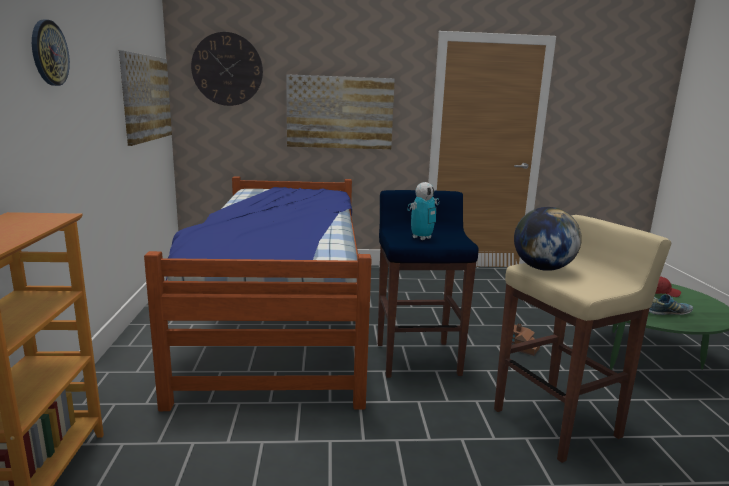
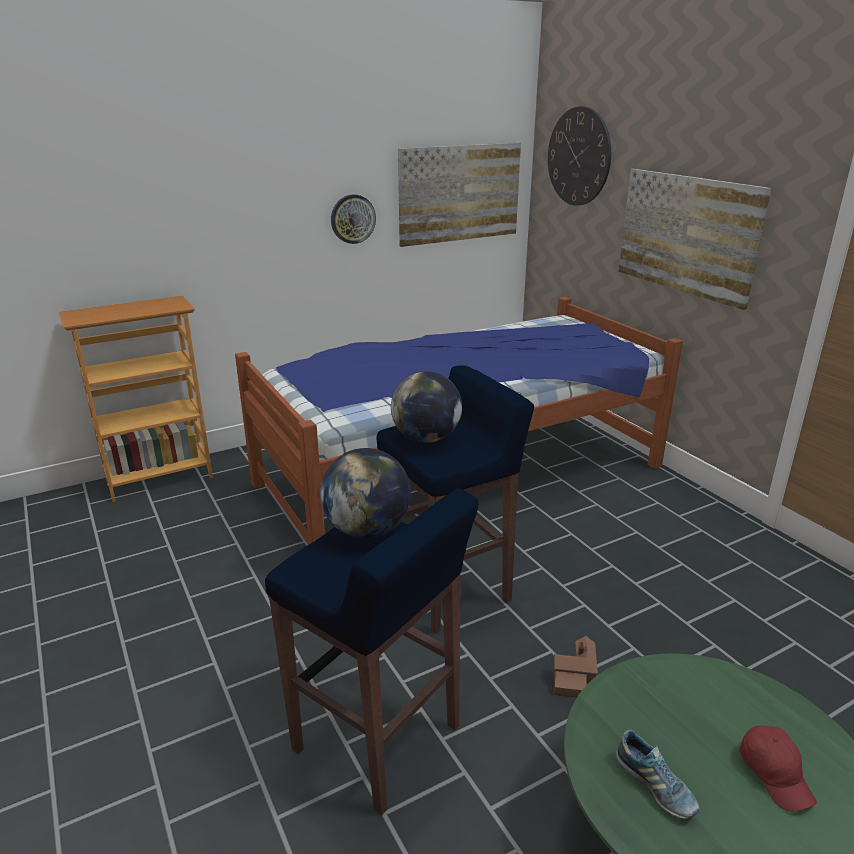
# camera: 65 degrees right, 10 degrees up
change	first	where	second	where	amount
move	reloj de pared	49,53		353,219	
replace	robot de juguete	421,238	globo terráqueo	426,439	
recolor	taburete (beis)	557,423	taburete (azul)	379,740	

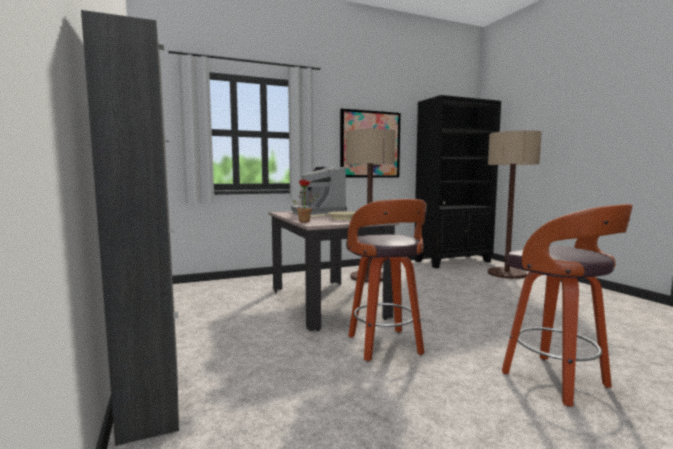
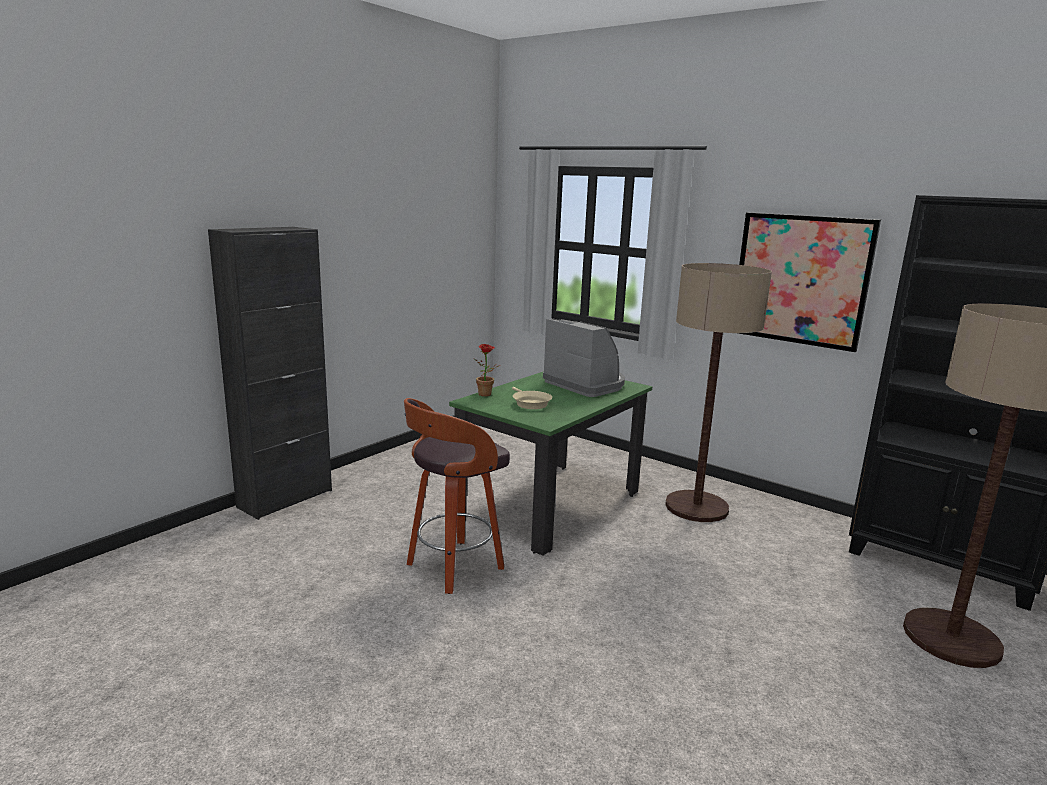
# camera: 60 degrees right, 10 degrees up
change	first	where	second	where	amount
delete	taburete	557,381			
recolor	mesa de comedor (beis)	326,302	mesa de comedor (verde)	550,505	
rotate	cafetera	317,212		585,384	105 degrees clockwise

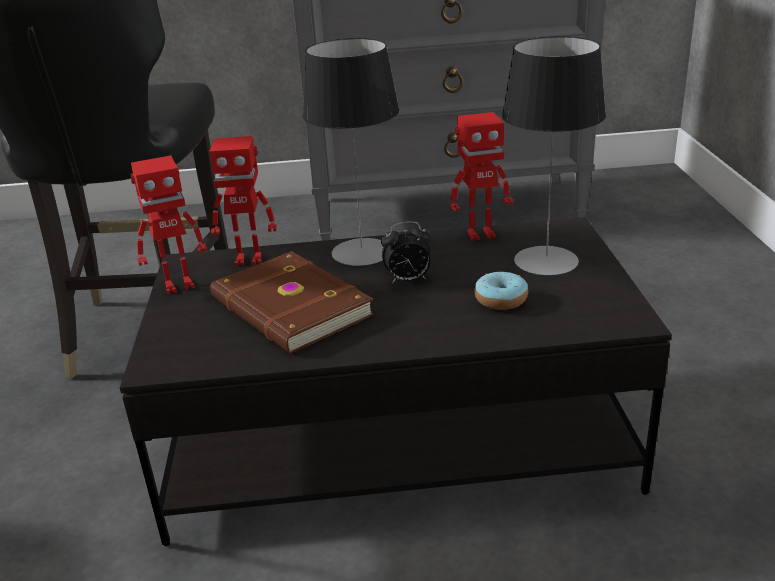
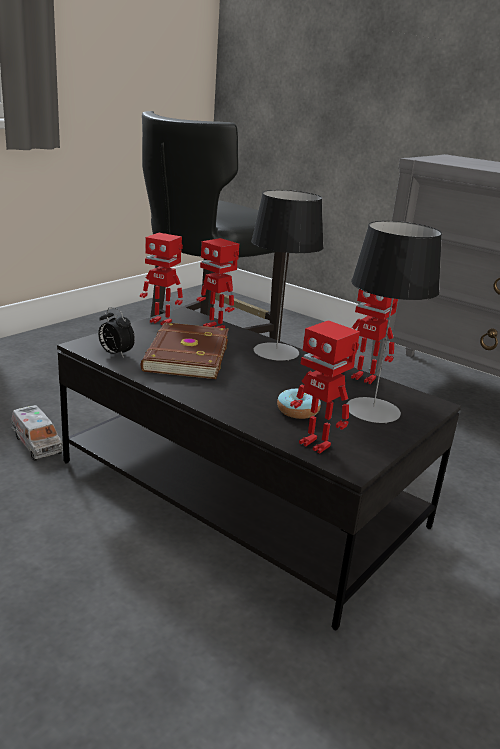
# camera: 40 degrees right, 5 degrees down
change	first	where	second	where	amount
insert			camión de juguete	37,443	
insert			robot de juguete	316,444	
move	despertador	407,280		115,354	

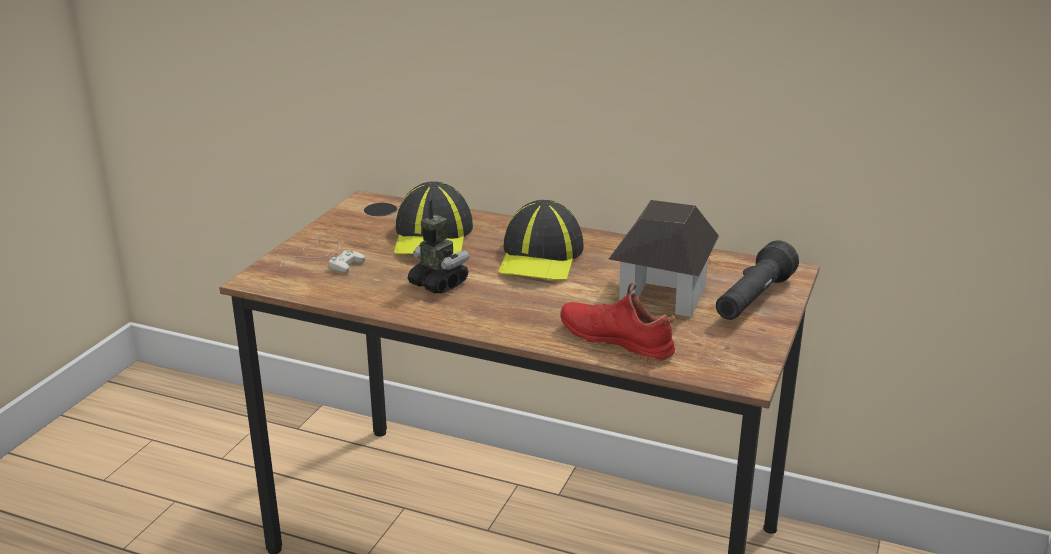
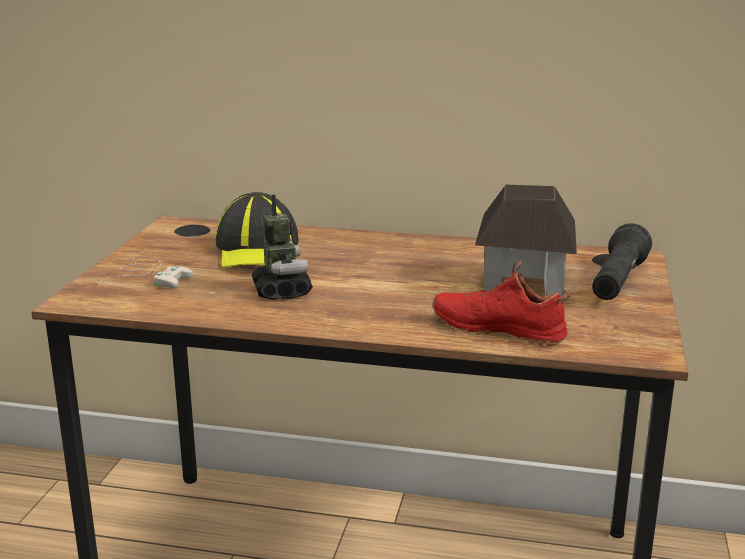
# camera: 10 degrees left, 5 degrees down
change	first	where	second	where	amount
delete	gorra	540,257			
rotate	robot de juguete	438,284		282,291	45 degrees clockwise

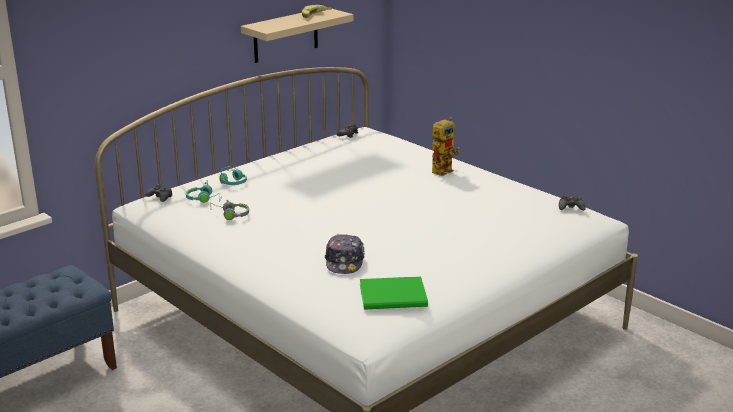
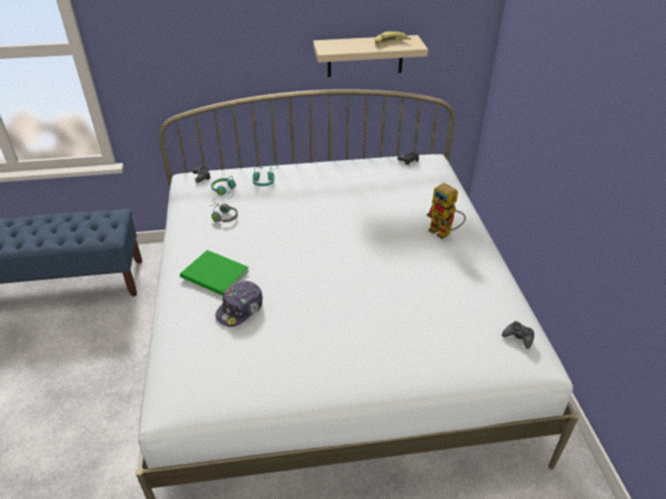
# camera: 35 degrees right, 15 degrees up
change	first	where	second	where	amount
move	libro (verde)	395,296		215,275	
rotate	robot de juguete	443,169		444,233	60 degrees clockwise

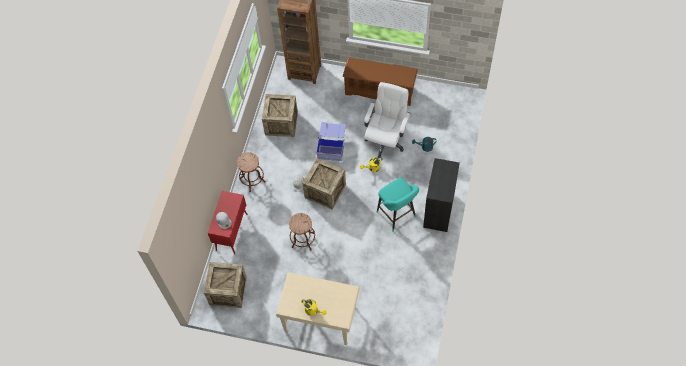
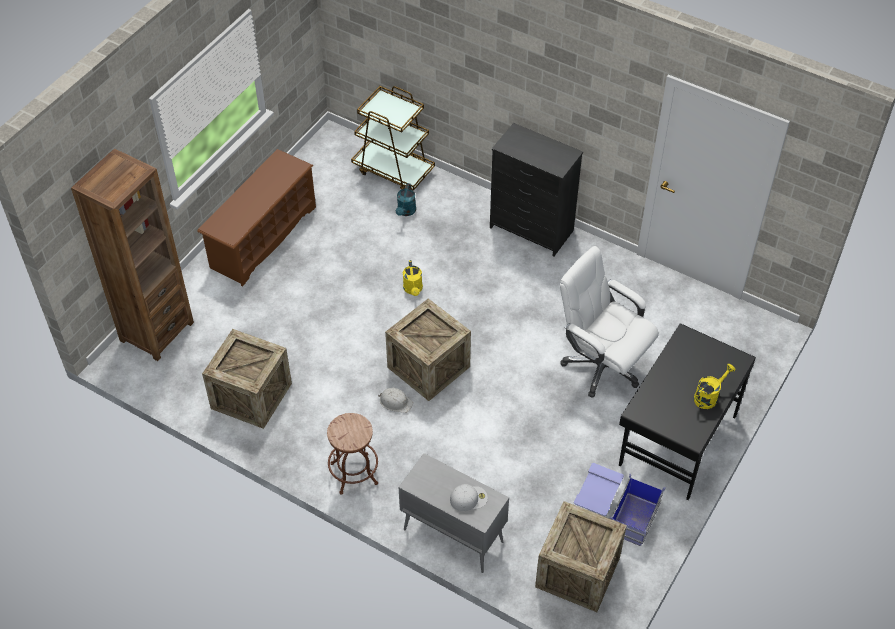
# camera: 75 degrees left, 10 degrees down
change	first	where	second	where	amount
delete	taburete (marrón)	303,240			
delete	taburete (turquesa)	397,216			
insert			carrito (marrón)	393,170	
move	caja de almacenaje (azul)	332,145		615,512	
move	silla de oficina (blanco)	386,139		601,365	
recolor	armario (rojo)	232,231	armario (gris)	452,535	
recolor	escritorio (beis)	320,318	escritorio (negro)	676,440	

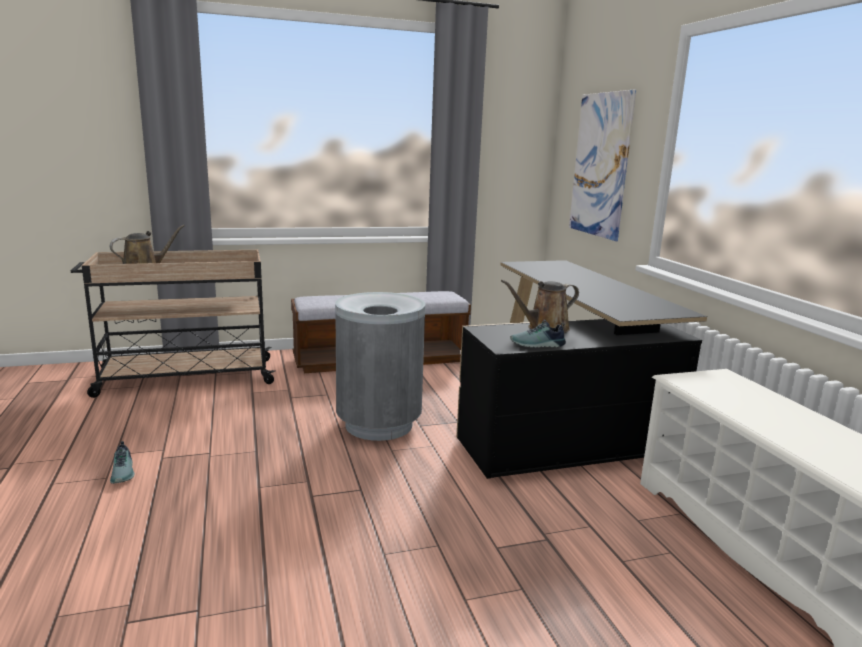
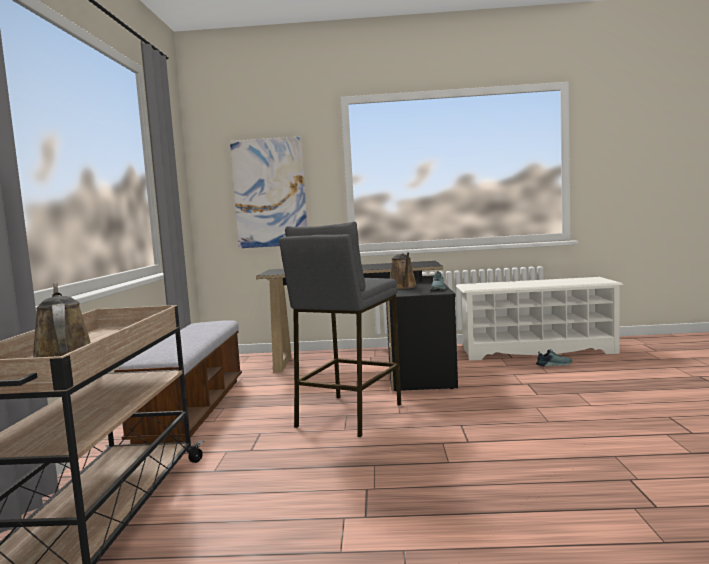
# camera: 70 degrees left, 10 degrees down
change	first	where	second	where	amount
move	zapato	124,472		553,364	
replace	papelera (gris)	378,424	taburete (gris)	348,415	

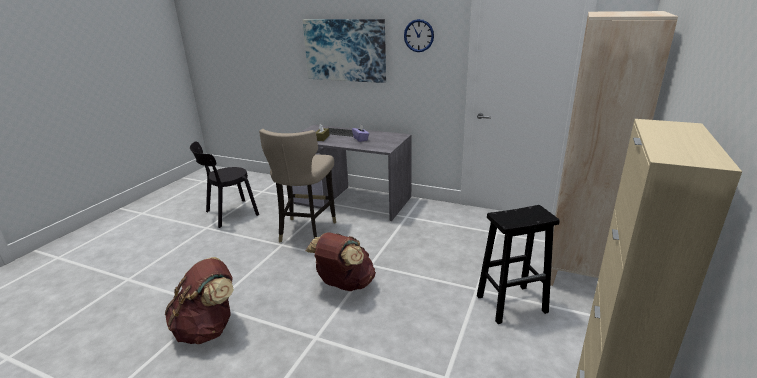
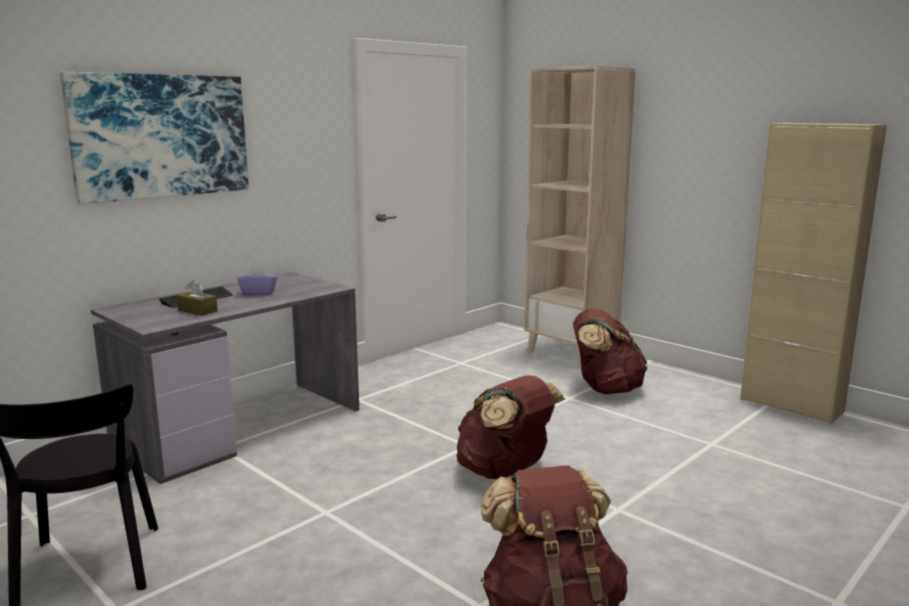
# camera: 70 degrees left, 10 degrees down
change	first	where	second	where	amount
delete	taburete (beis)	306,231			
delete	reloj de pared	419,35			
replace	taburete (negro)	512,303	mochila (marrón)	605,389	

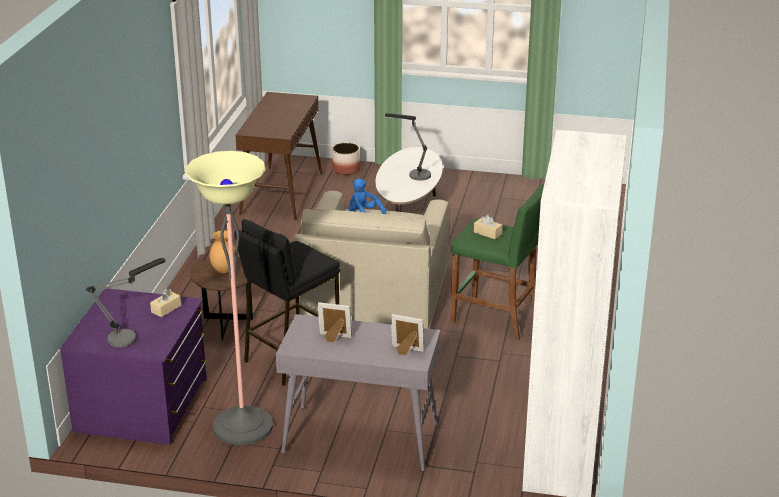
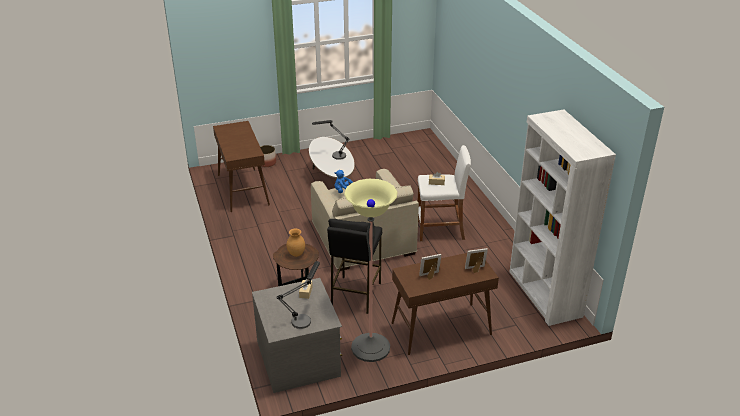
# camera: 30 degrees left, 5 degrees up
change	first	where	second	where	amount
recolor	cómoda (morado)	143,406	cómoda (gris)	299,358	
recolor	mesa consola (gris)	359,438	mesa consola (marrón)	440,329	
recolor	taburete (verde)	495,318	taburete (blanco)	440,230	

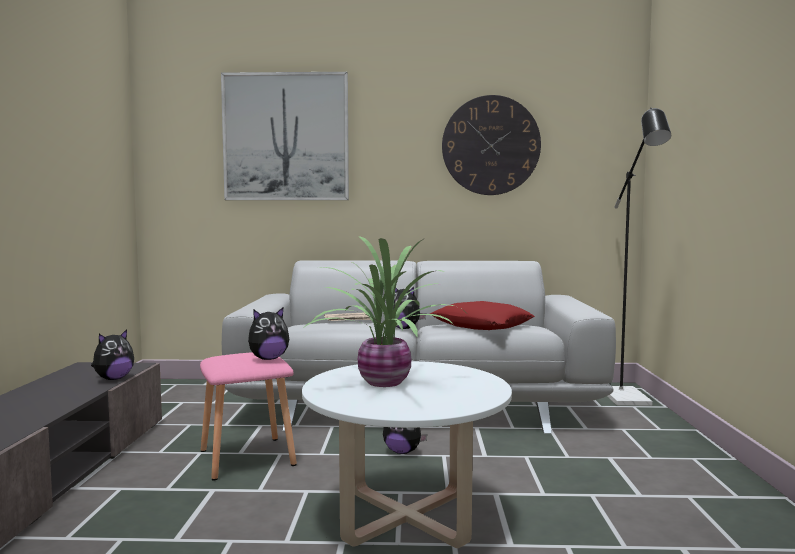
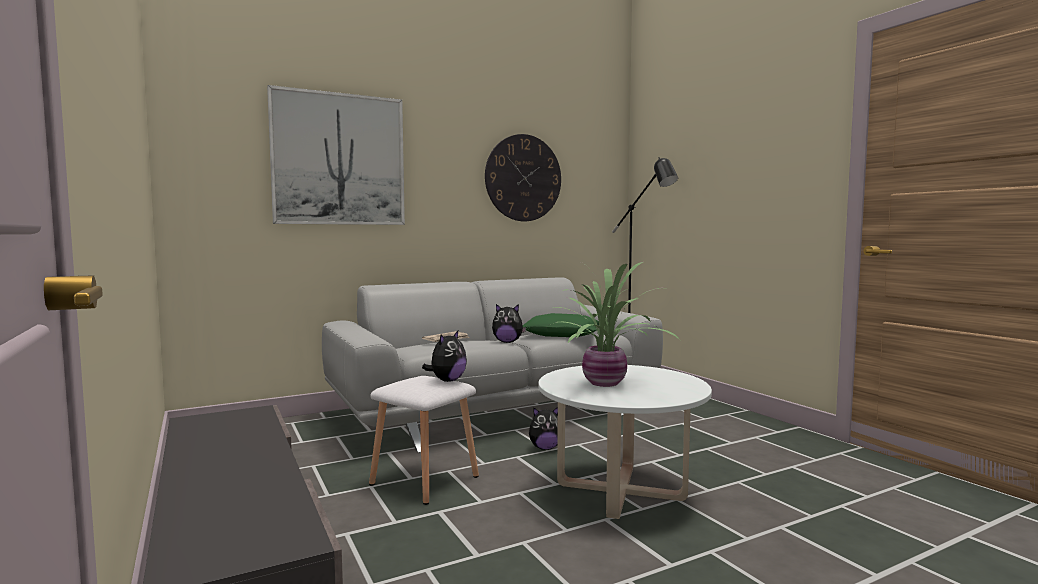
# camera: 30 degrees left, 0 degrees up
change	first	where	second	where	amount
delete	peluche	113,379			
recolor	taburete (rosa)	248,457	taburete (blanco)	425,479	
recolor	cojín (rojo)	481,325	cojín (verde)	561,333	

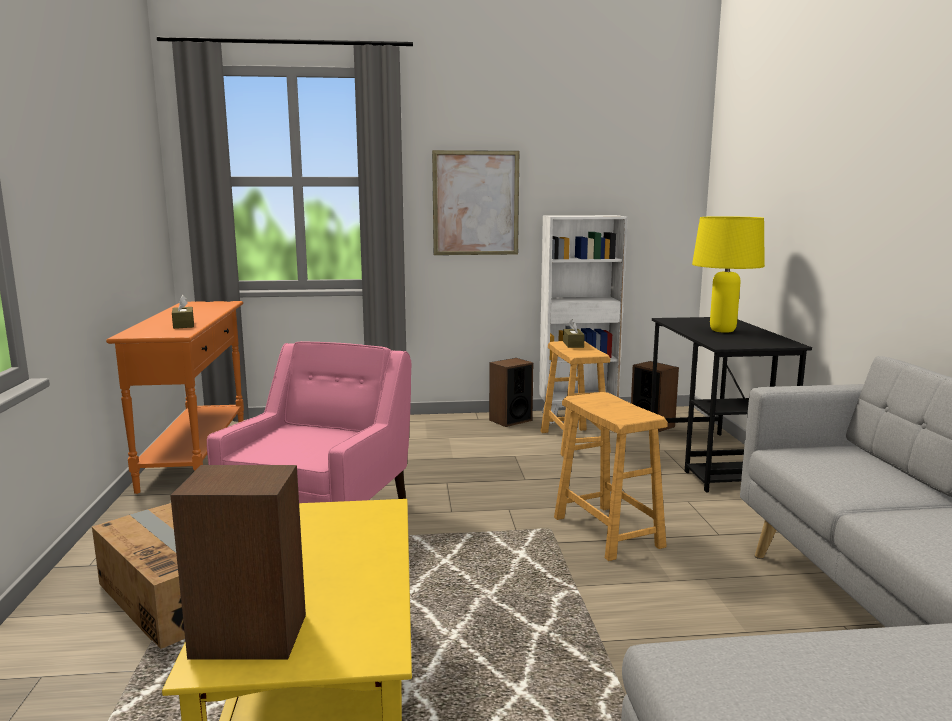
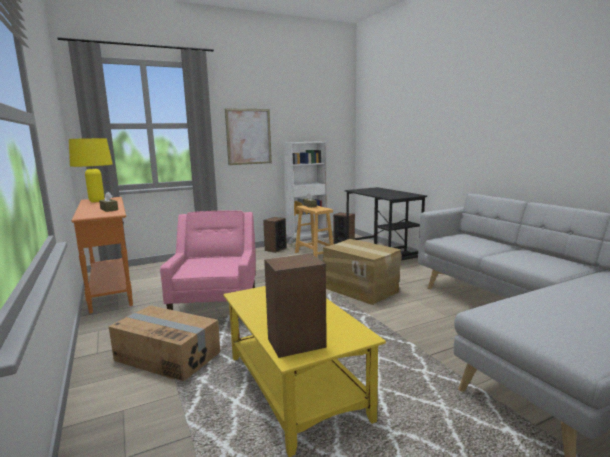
# camera: 20 degrees left, 0 degrees up
change	first	where	second	where	amount
move	lámpara de mesa (amarillo)	723,331		97,201	
replace	taburete (marrón)	608,532	caja de cartón	361,289	

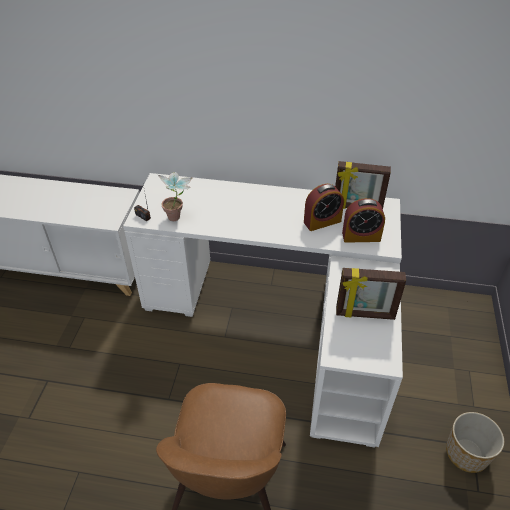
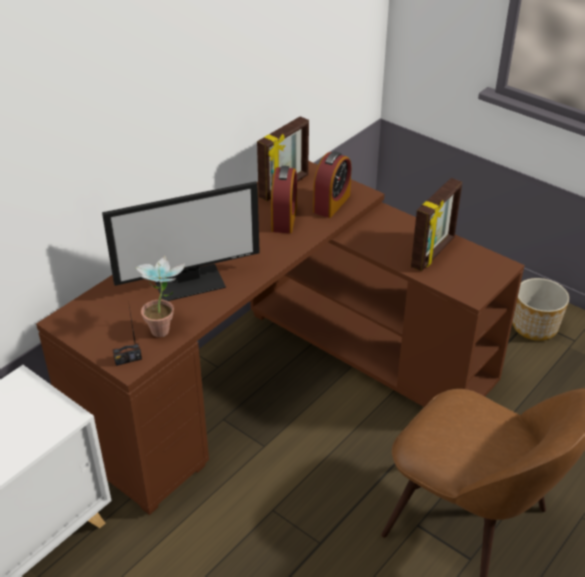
# camera: 60 degrees left, 5 degrees down
change	first	where	second	where	amount
insert			monitor	190,282	
recolor	escritorio (blanco)	284,320	escritorio (marrón)	282,380	

